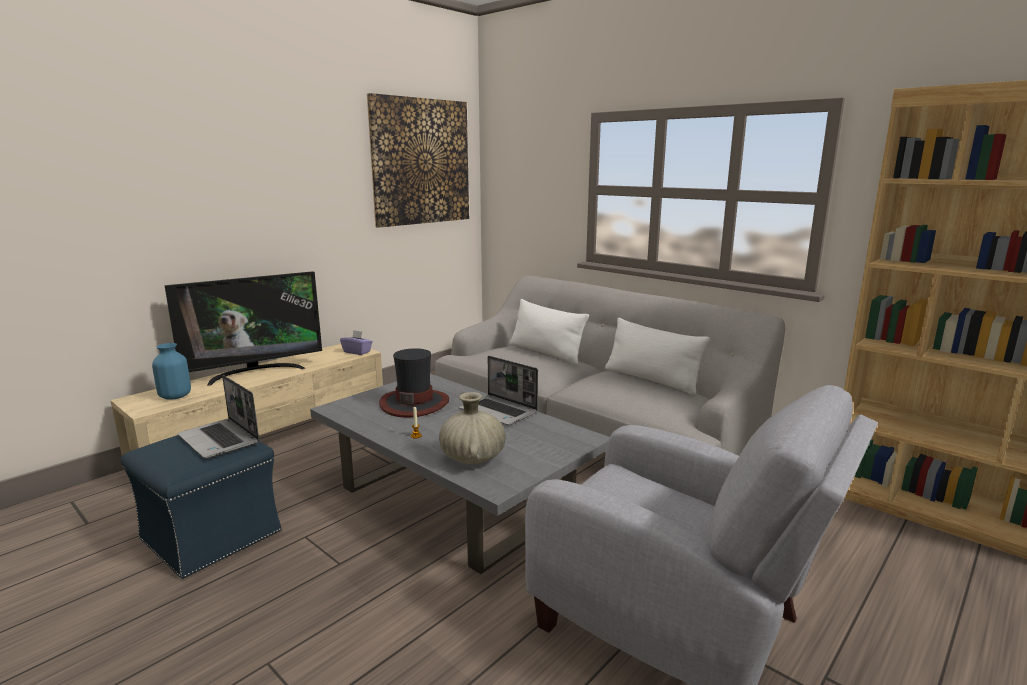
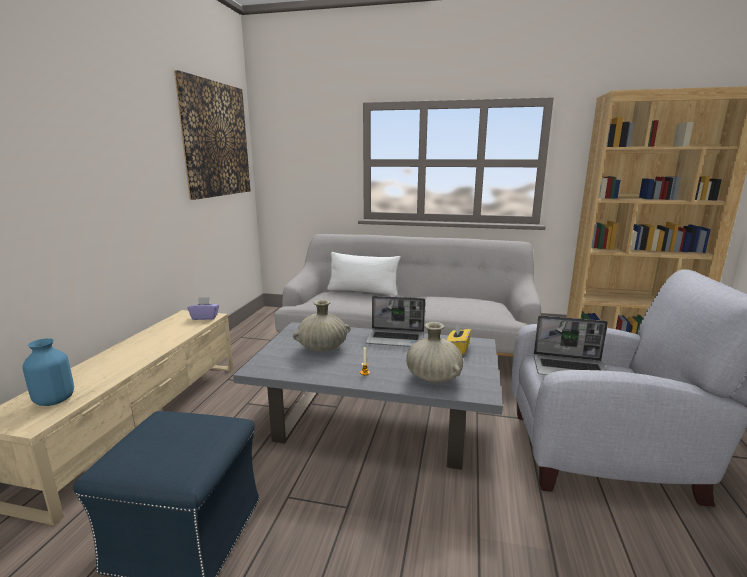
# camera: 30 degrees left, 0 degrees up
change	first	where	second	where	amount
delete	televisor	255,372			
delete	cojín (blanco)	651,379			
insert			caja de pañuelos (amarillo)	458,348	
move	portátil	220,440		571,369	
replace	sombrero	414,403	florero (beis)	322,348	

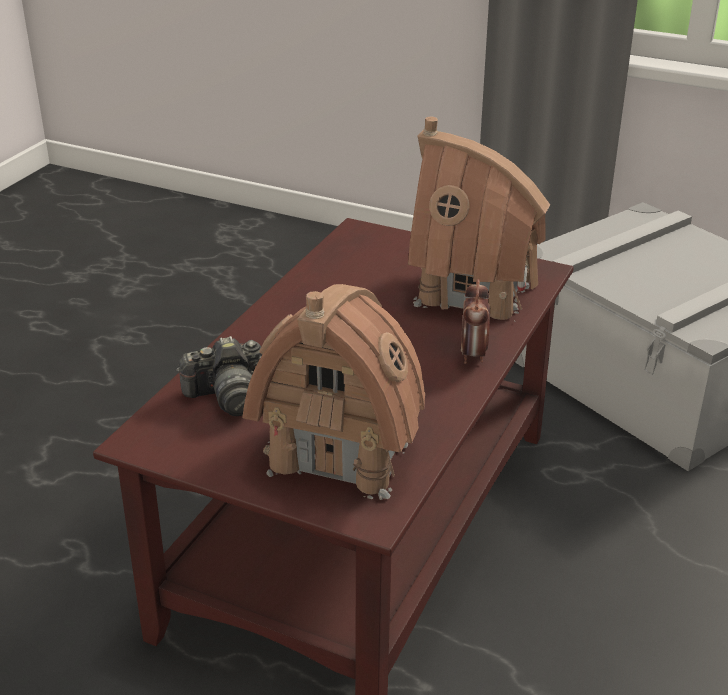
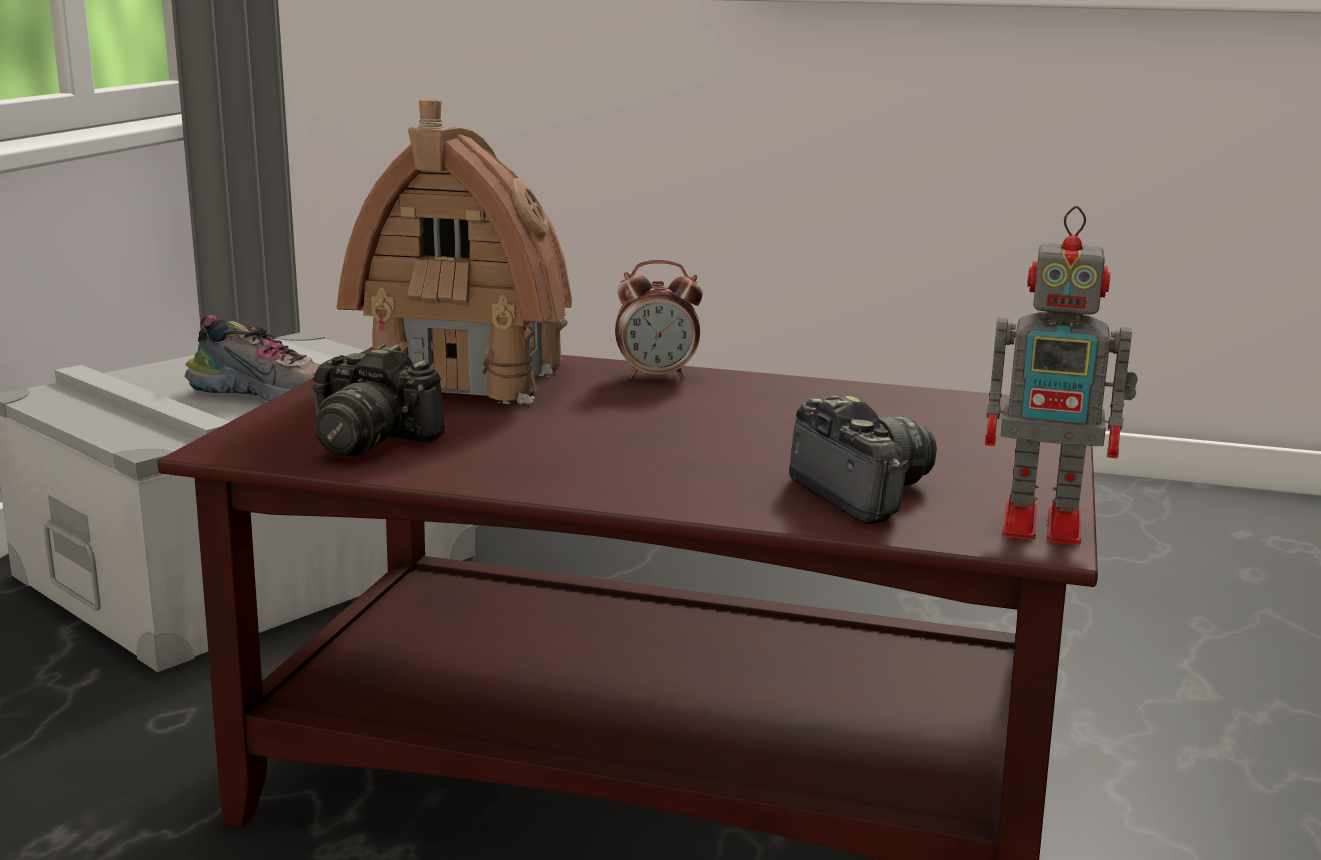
# camera: 100 degrees left, 15 degrees down
change	first	where	second	where	amount
delete	casita	343,450			
insert			zapato	267,394	
insert			cámara	369,440	
insert			robot de juguete	1047,525	

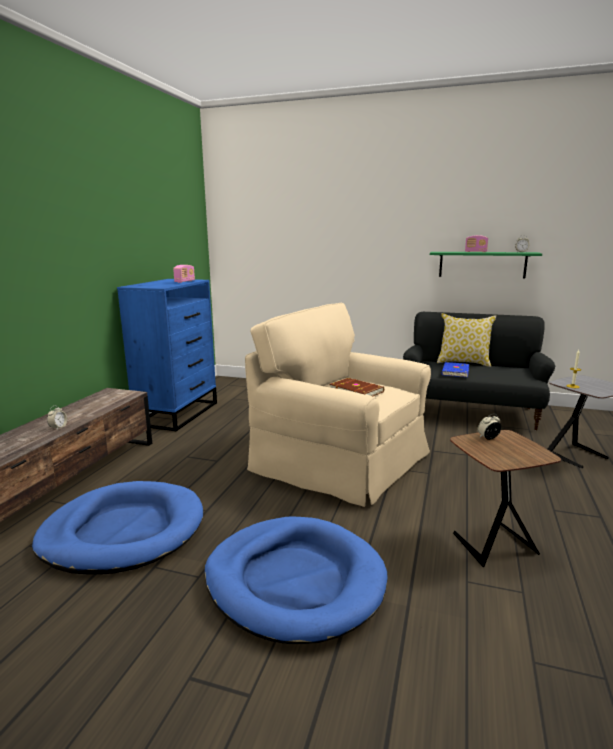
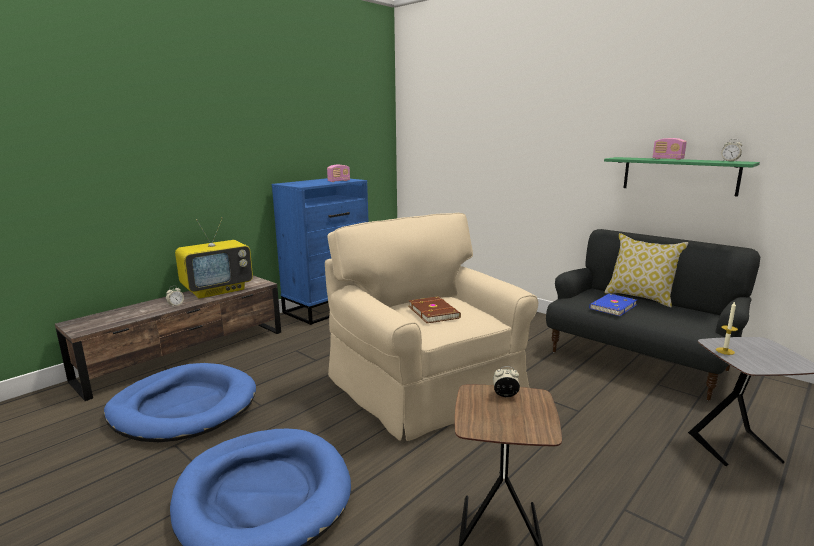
# camera: 25 degrees right, 0 degrees up
change	first	where	second	where	amount
insert			televisor	218,290	

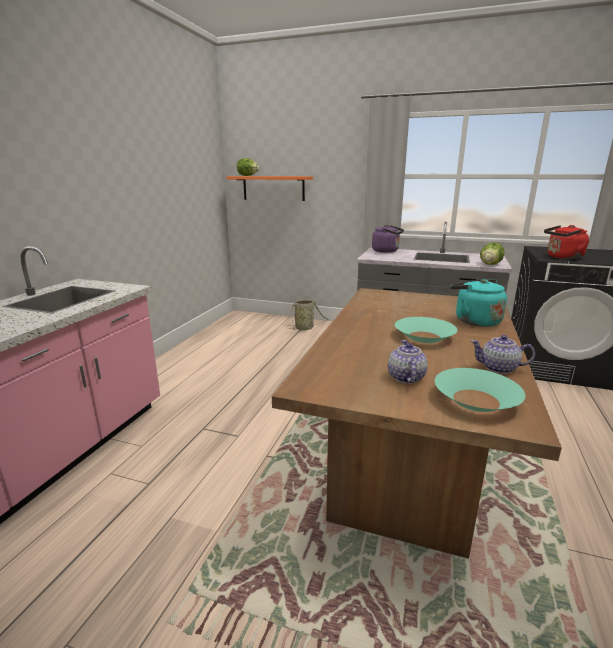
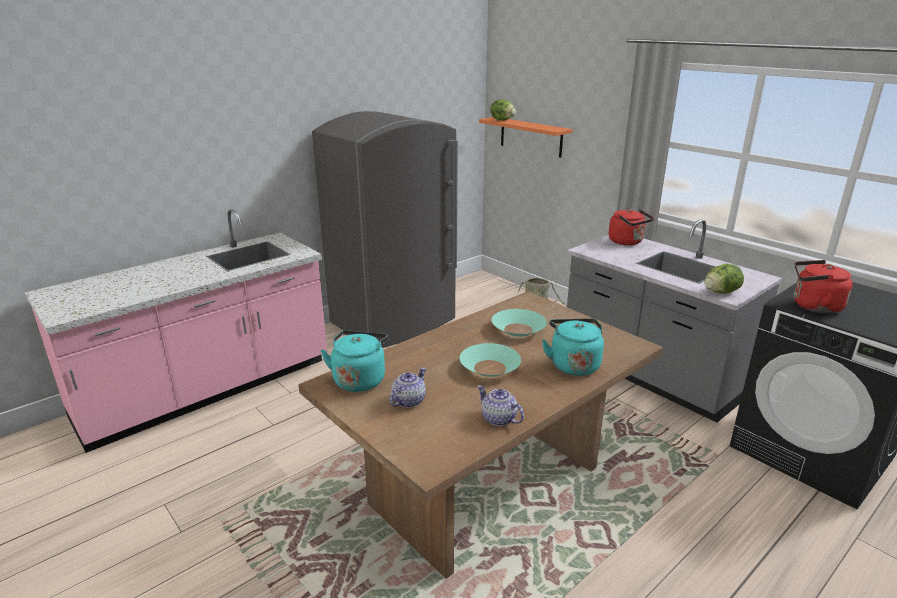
# camera: 30 degrees right, 5 degrees up
change	first	where	second	where	amount
insert			nevera (gris)	394,322	
insert			hervidor (turquesa)	359,379	
move	cuenco (turquesa)	476,400		518,330	
recolor	hervidor (morado)	387,251	hervidor (rojo)	627,242	

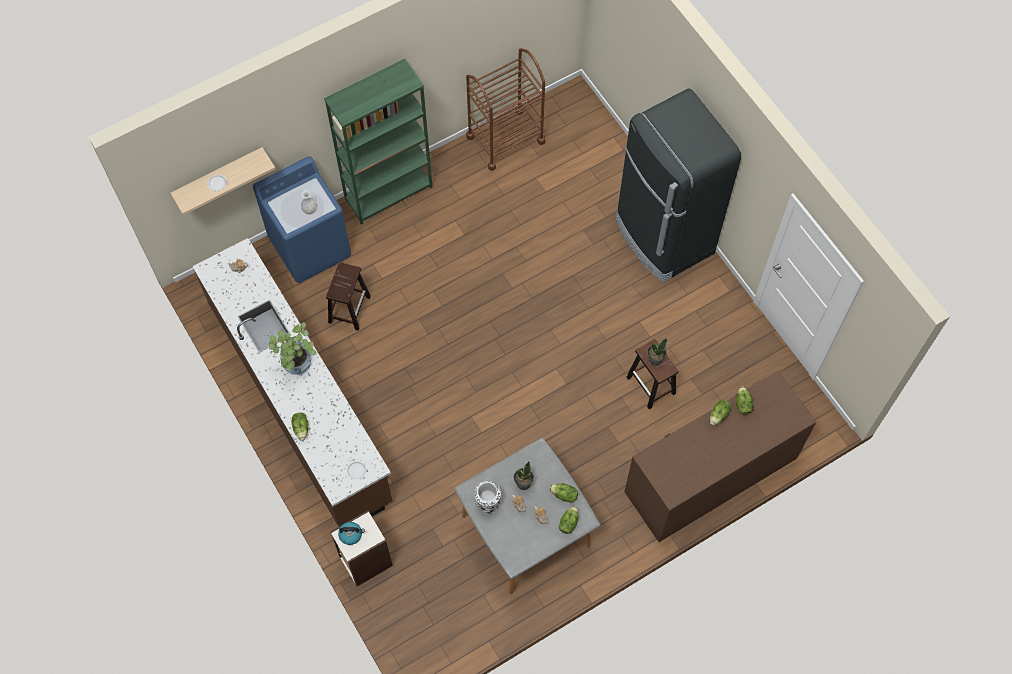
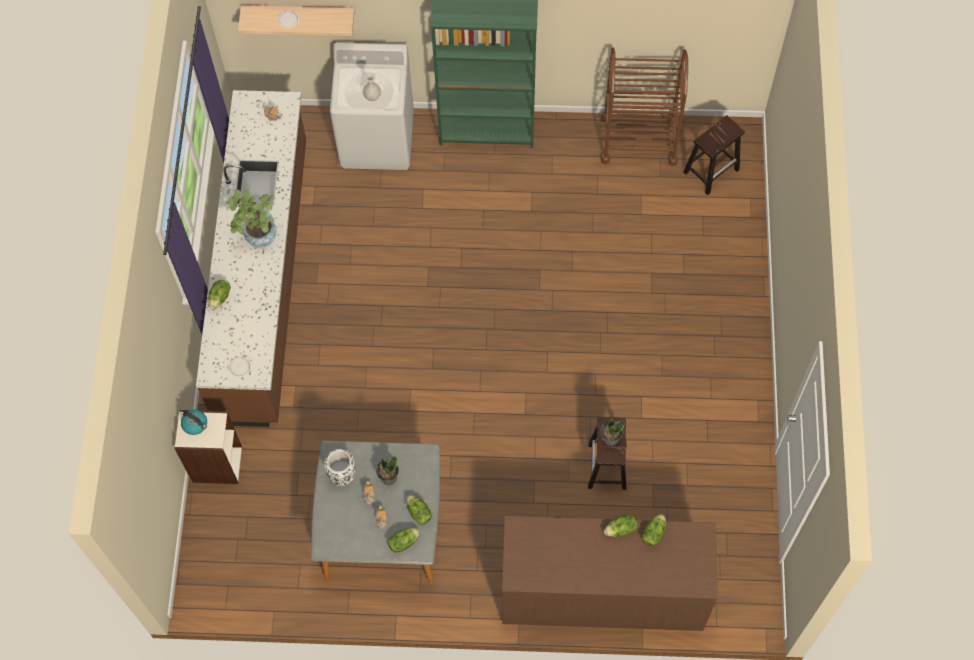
# camera: 35 degrees right, 0 degrees up
change	first	where	second	where	amount
delete	nevera (negro)	663,237			
move	taburete (marrón)	349,308		711,170	
recolor	lavadora (azul)	310,247	lavadora (blanco)	377,140	

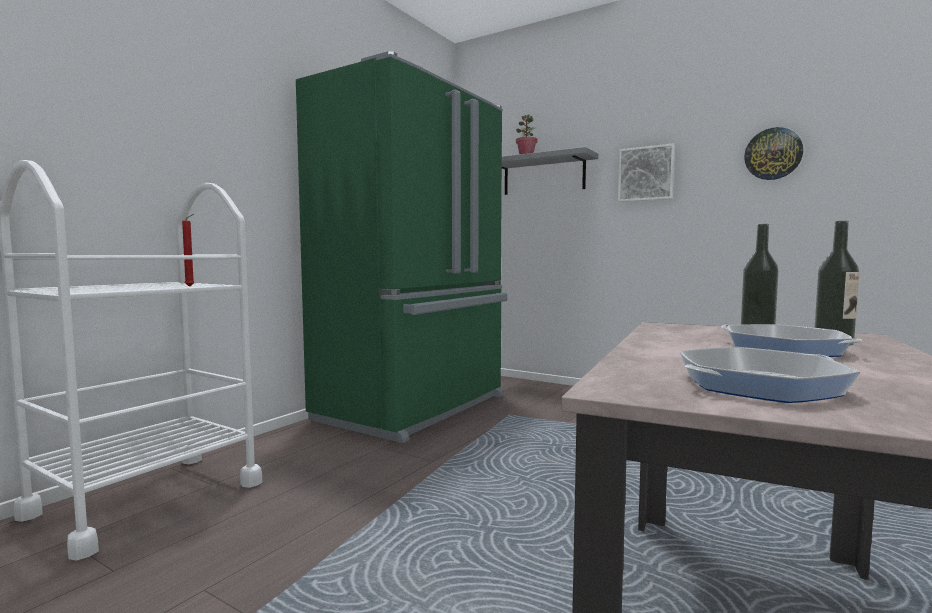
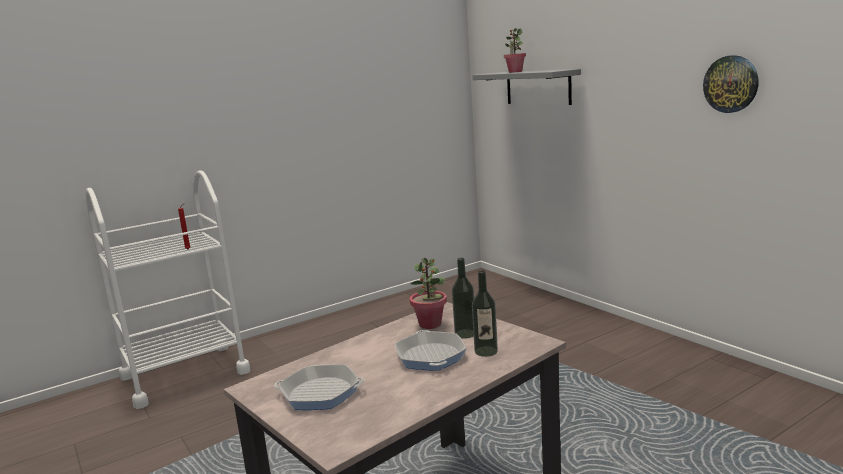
# camera: 25 degrees right, 10 degrees up
change	first	where	second	where	amount
delete	nevera (verde)	416,408			
delete	cuadro	646,174			
insert			planta en maceta	430,324	

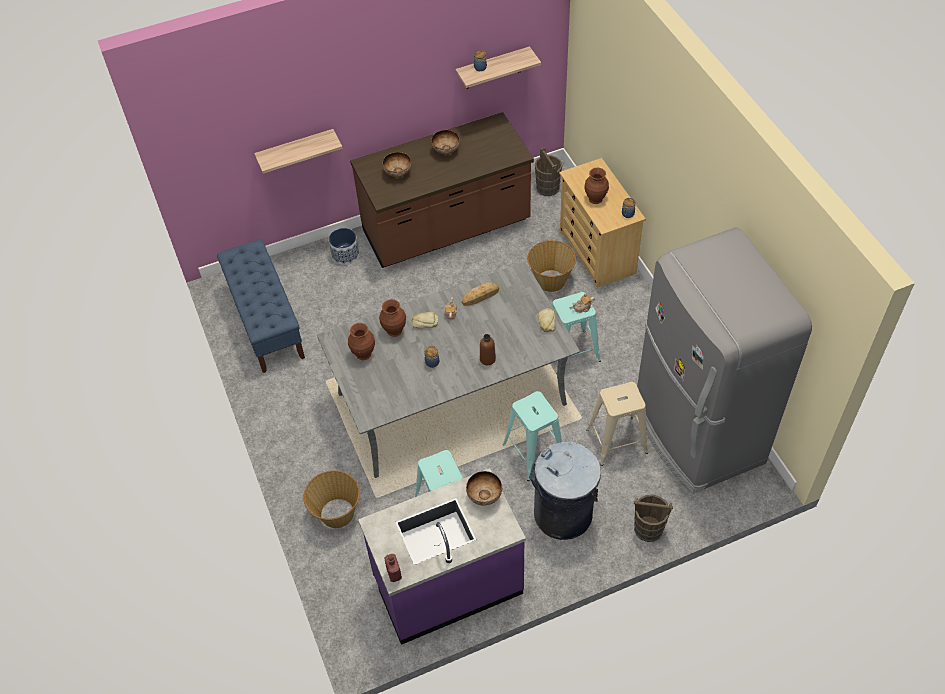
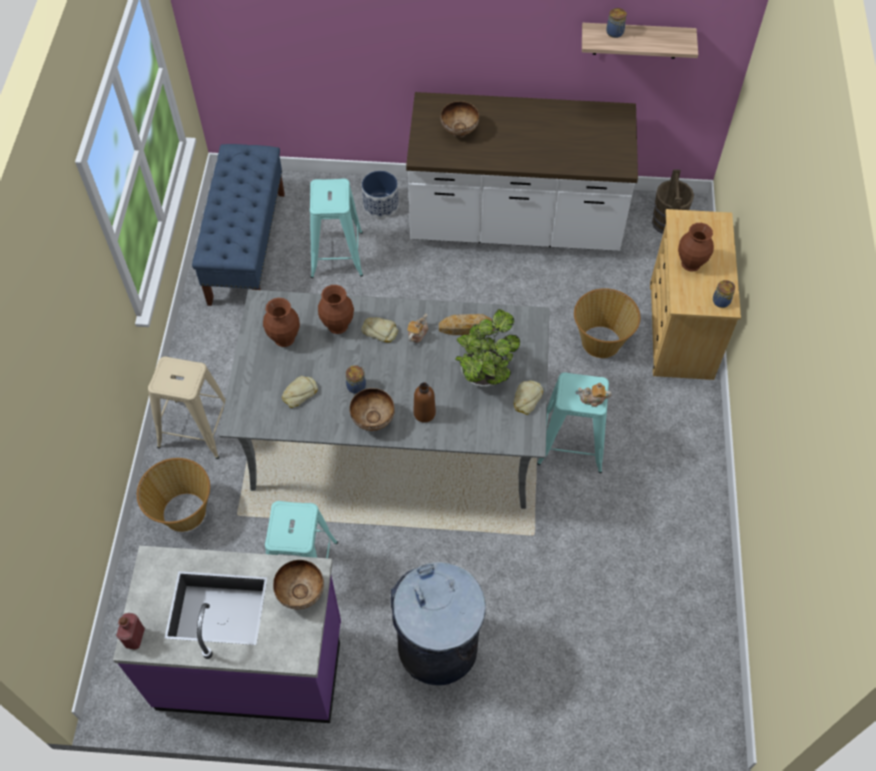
# camera: 25 degrees right, 5 degrees up
change	first	where	second	where	amount
delete	estante	296,151			
delete	cubo (marrón)	648,529			
delete	nevera (gris)	695,432			
insert			pan	299,393	
insert			planta en maceta	484,373	
move	cuenco	445,151		372,420	
move	taburete (turquesa)	534,453		337,254	
move	taburete (beis)	616,441		196,429	
recolor	mueble bajo de cocina (marrón)	446,228	mueble bajo de cocina (blanco)	515,223	

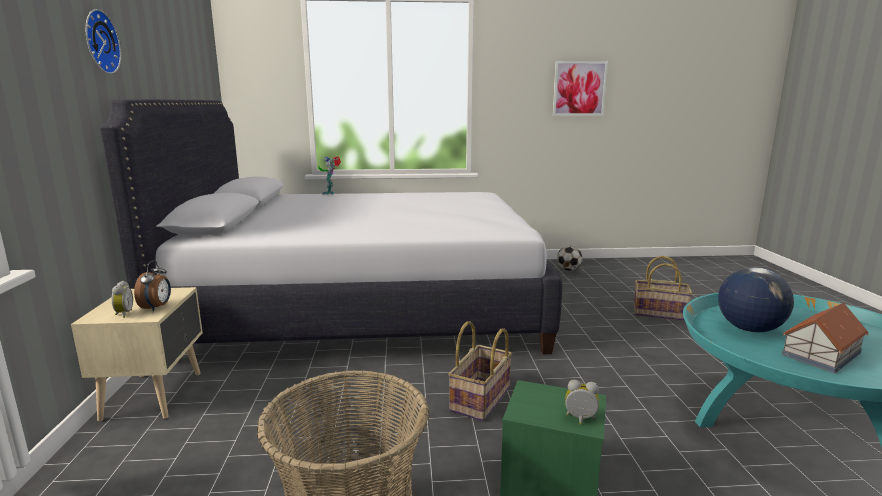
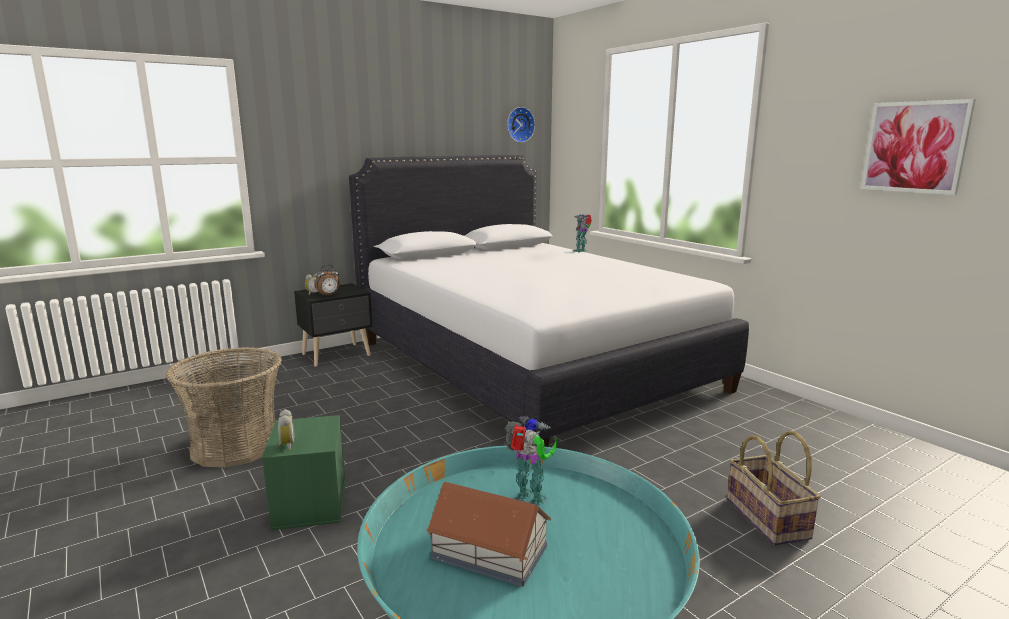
# camera: 60 degrees right, 0 degrees up
change	first	where	second	where	amount
delete	cesta	481,399			
delete	balón de fútbol	568,270			
move	reloj de pared	98,42		519,124	
replace	globo terráqueo	749,329	robot de juguete	530,501	
recolor	mesita de noche (beis)	156,394	mesita de noche (negro)	337,355	

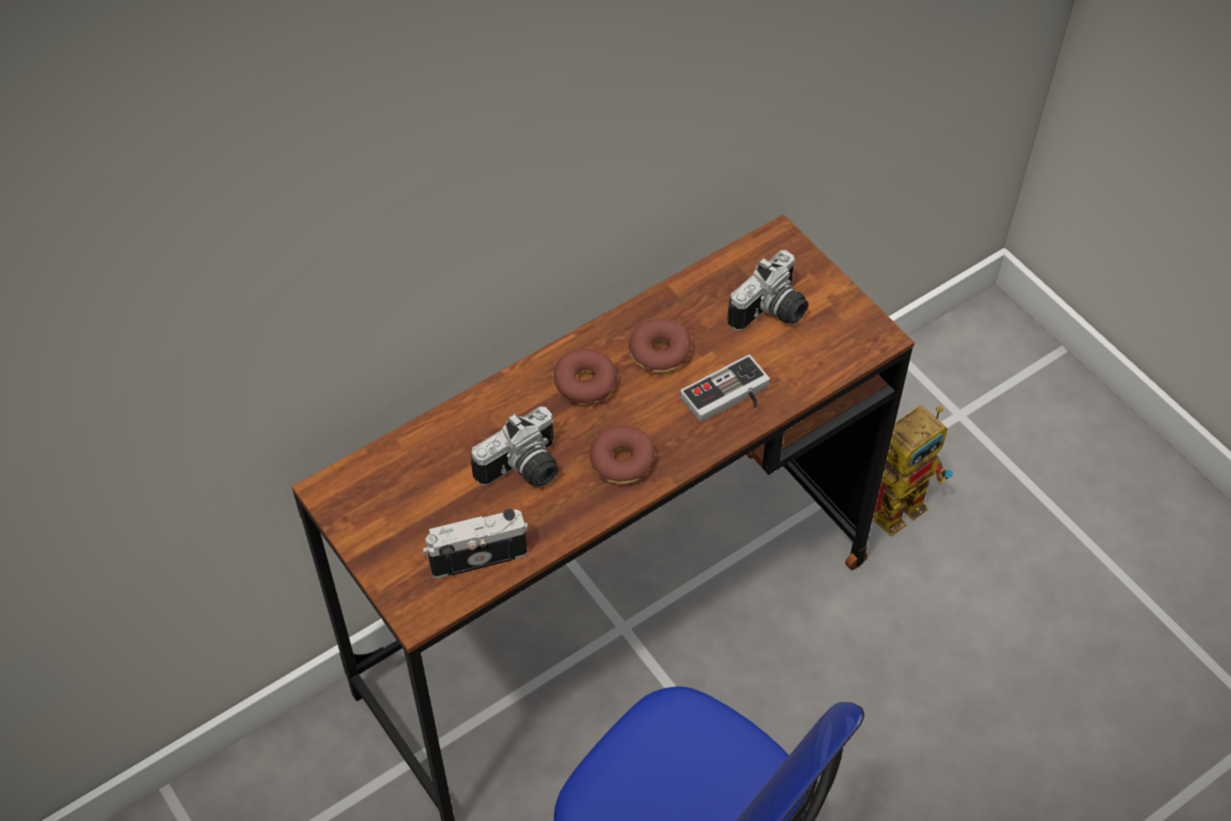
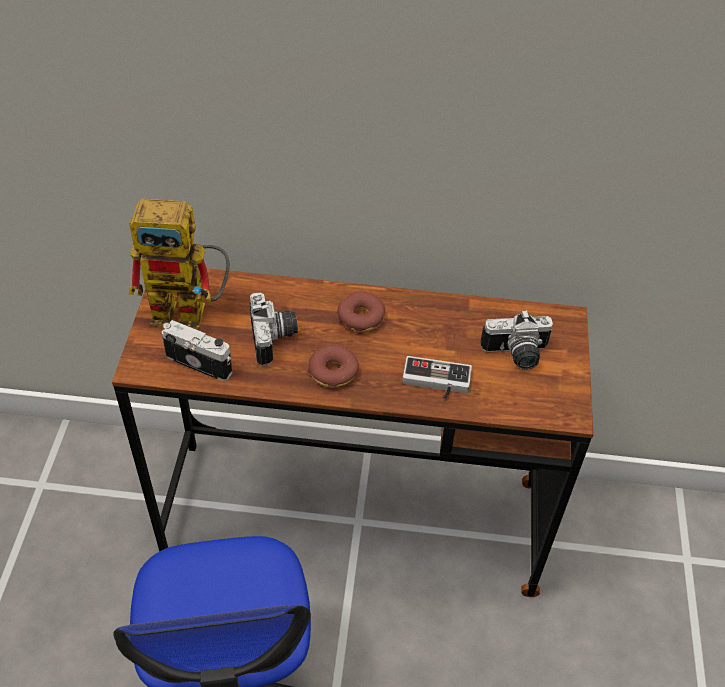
# camera: 40 degrees right, 5 degrees down
change	first	where	second	where	amount
delete	rosquilla	659,353			
move	robot de juguete	902,499		191,311	
rotate	cámara	524,471		275,338	105 degrees counterclockwise

